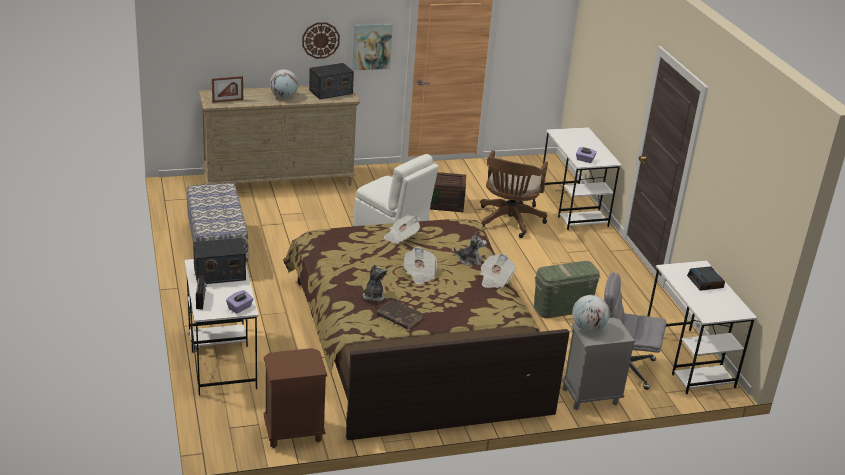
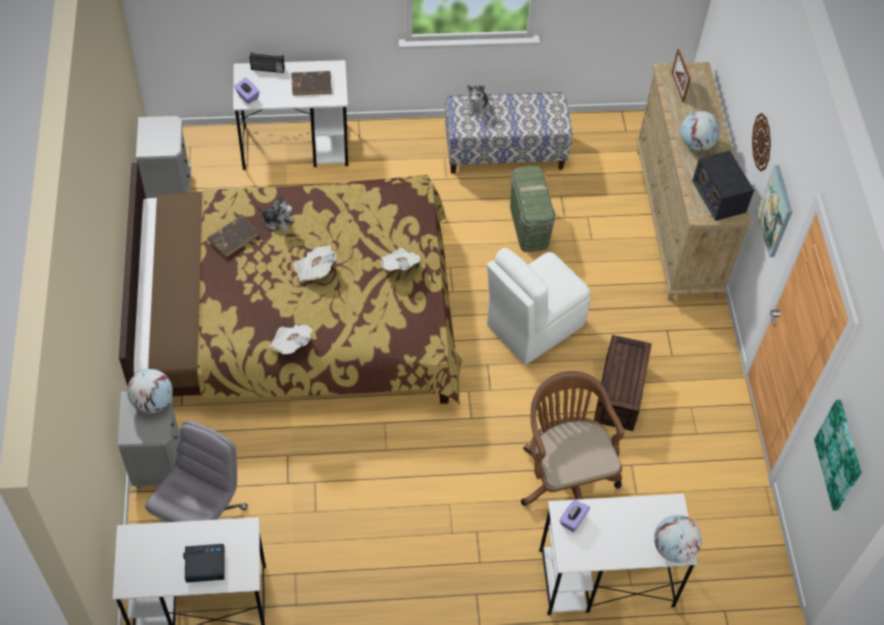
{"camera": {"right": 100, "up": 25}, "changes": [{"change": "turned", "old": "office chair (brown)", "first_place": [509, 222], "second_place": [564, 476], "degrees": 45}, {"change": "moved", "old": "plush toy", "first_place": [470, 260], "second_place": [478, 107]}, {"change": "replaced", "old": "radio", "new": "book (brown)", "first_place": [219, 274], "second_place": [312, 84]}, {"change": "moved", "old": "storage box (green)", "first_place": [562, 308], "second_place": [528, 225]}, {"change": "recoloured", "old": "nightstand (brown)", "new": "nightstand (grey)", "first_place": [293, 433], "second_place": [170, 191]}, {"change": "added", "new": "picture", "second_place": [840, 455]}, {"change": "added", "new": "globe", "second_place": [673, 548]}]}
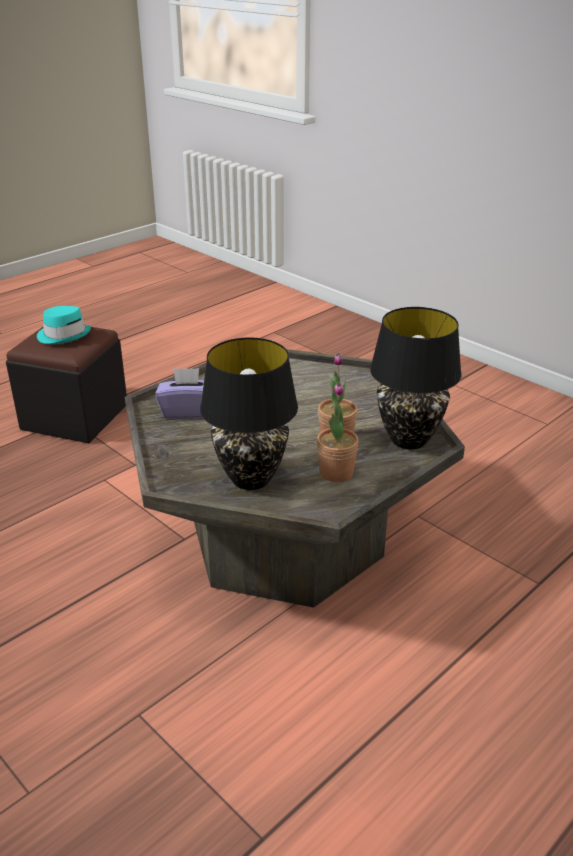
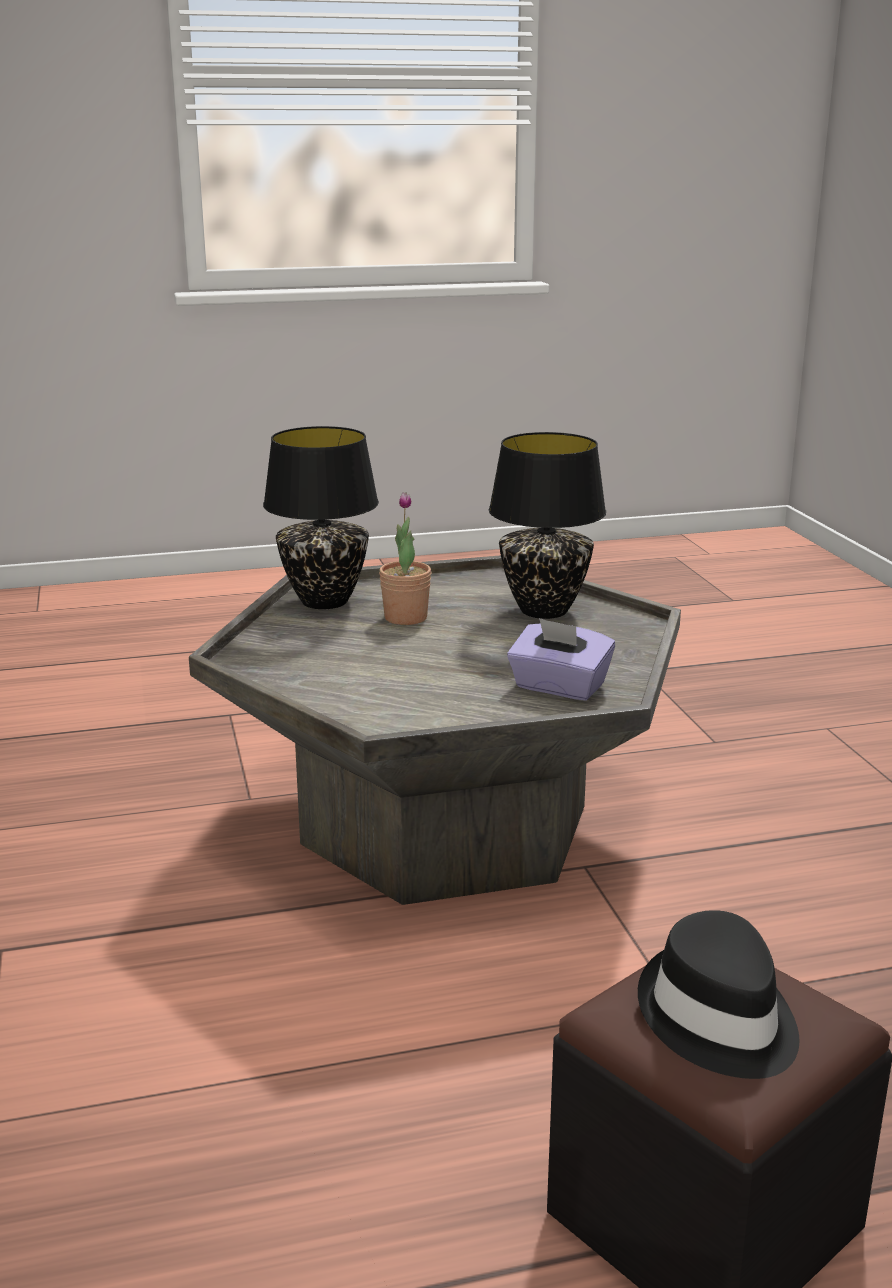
{"camera": {"right": -150, "up": -10}, "changes": [{"change": "recoloured", "old": "hat (turquoise)", "new": "hat (black)", "first_place": [64, 335], "second_place": [718, 1019]}, {"change": "removed", "old": "potted plant", "first_place": [336, 472]}]}
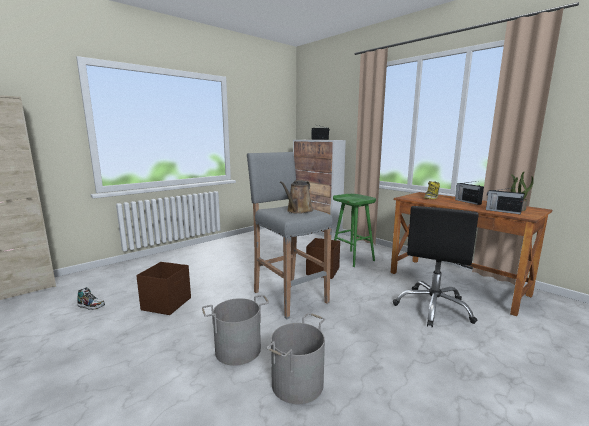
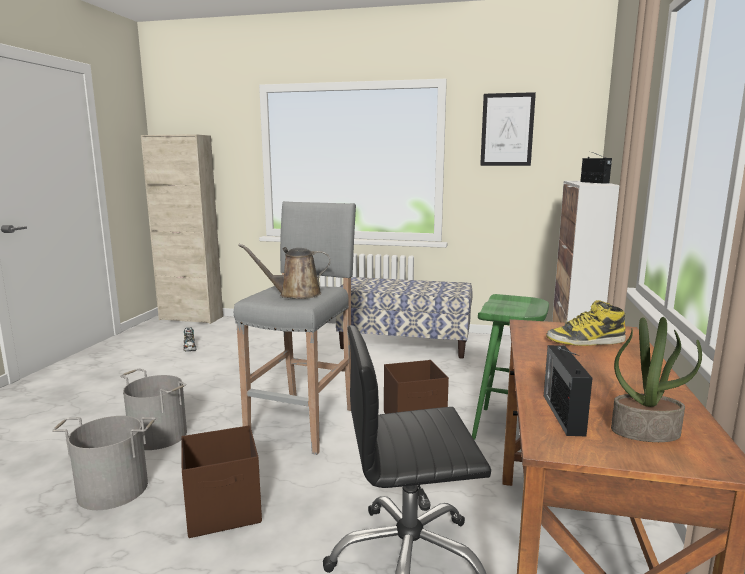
{"camera": {"right": 55, "up": 0}, "changes": [{"change": "removed", "old": "radio", "first_place": [467, 202]}, {"change": "moved", "old": "storage box (brown)", "first_place": [167, 304], "second_place": [224, 510]}, {"change": "added", "new": "picture", "second_place": [507, 130]}, {"change": "added", "new": "bench", "second_place": [404, 344]}]}
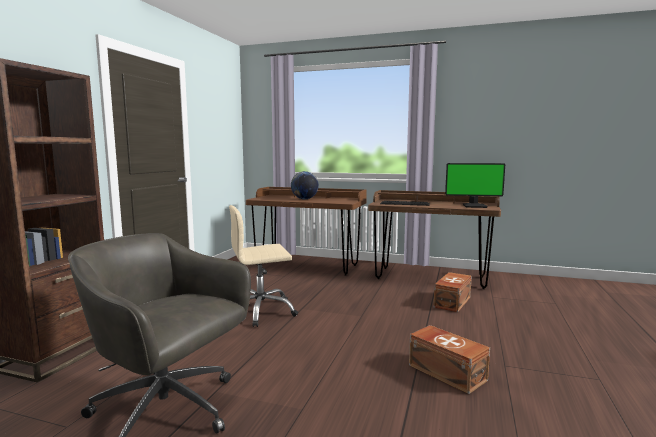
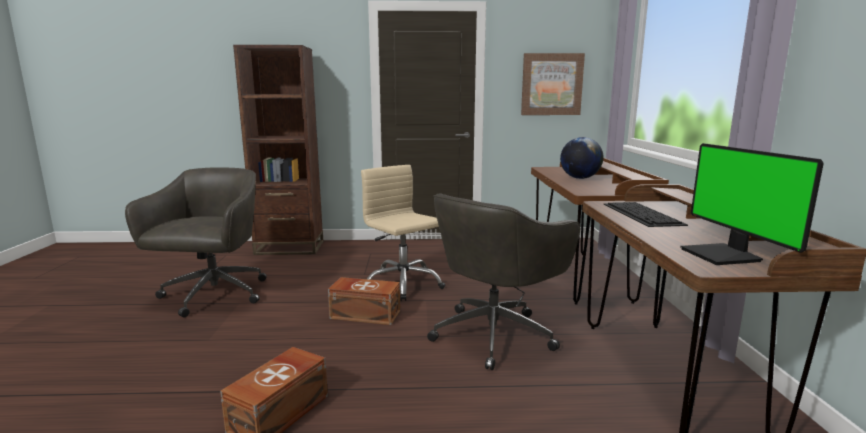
{"camera": {"right": 70, "up": 5}, "changes": [{"change": "moved", "old": "storage box (brown)", "first_place": [451, 302], "second_place": [364, 314]}, {"change": "added", "new": "picture", "second_place": [551, 84]}, {"change": "added", "new": "office chair (grey)", "second_place": [495, 334]}]}
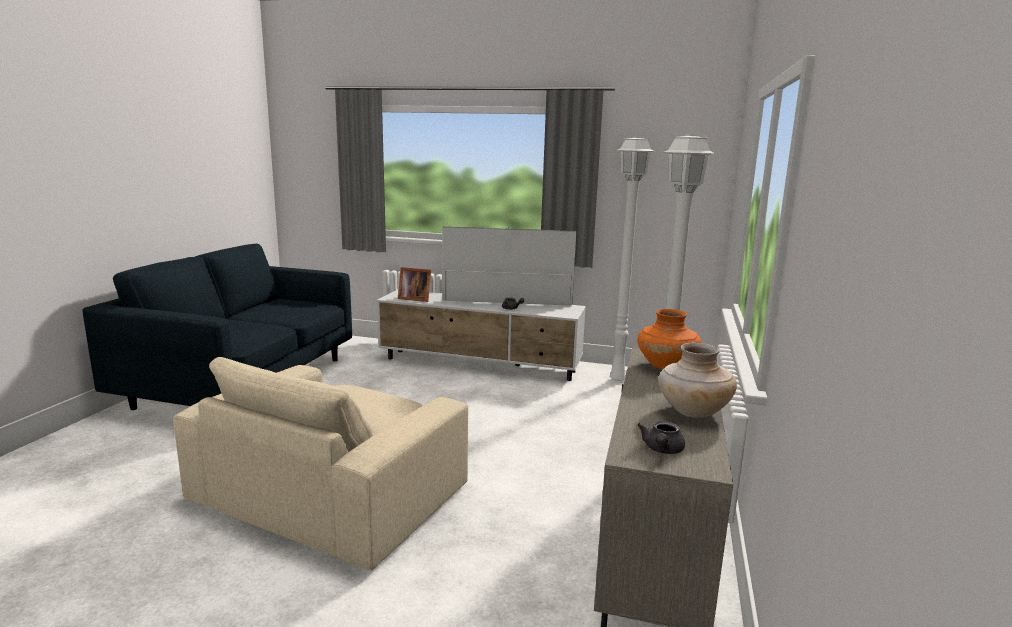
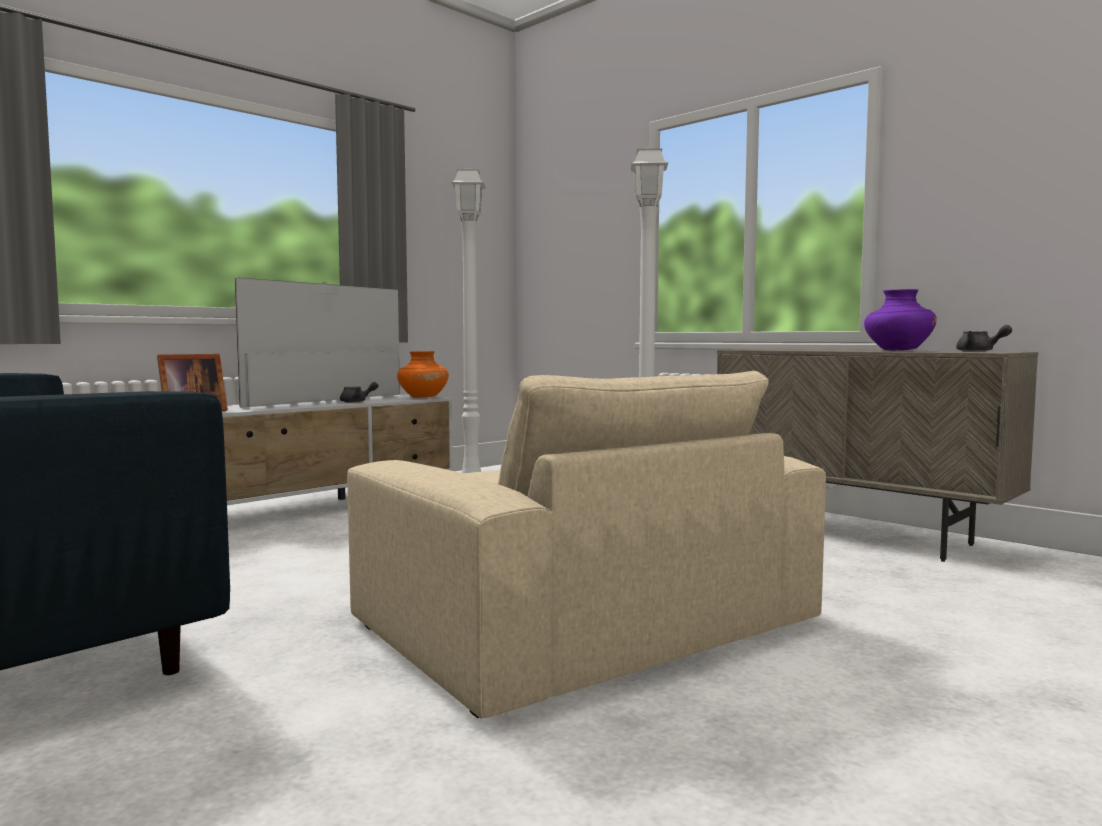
{"camera": {"right": -60, "up": -10}, "changes": [{"change": "moved", "old": "vase (orange)", "first_place": [666, 366], "second_place": [423, 397]}, {"change": "recoloured", "old": "vase (beige)", "new": "vase (purple)", "first_place": [692, 412], "second_place": [898, 350]}]}
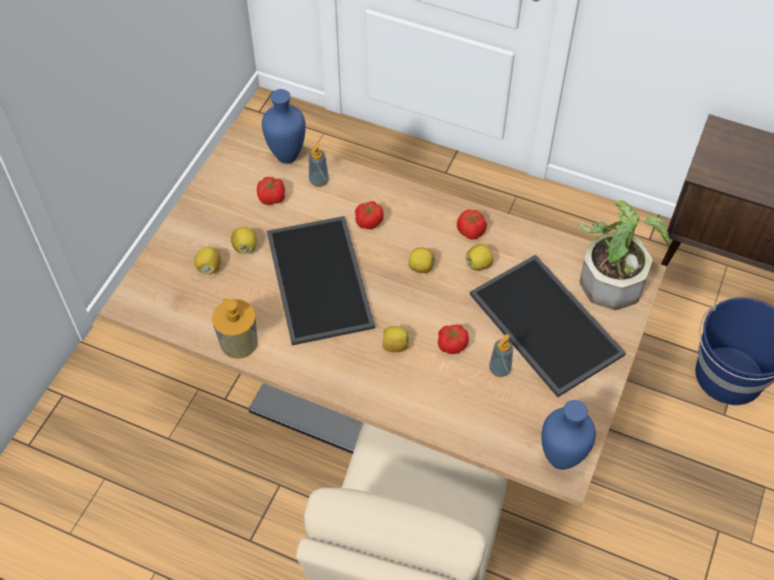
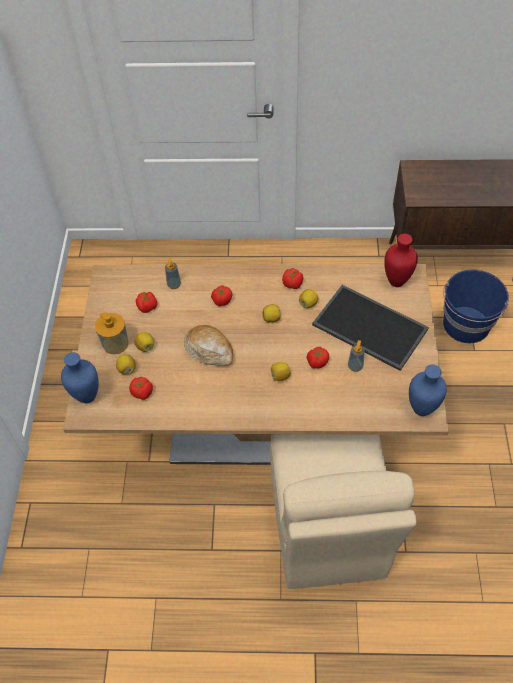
{"camera": {"right": -20, "up": 0}, "changes": [{"change": "moved", "old": "vase (blue)", "first_place": [288, 156], "second_place": [88, 396]}, {"change": "replaced", "old": "potted plant", "new": "vase (red)", "first_place": [613, 275], "second_place": [396, 281]}, {"change": "replaced", "old": "tray", "new": "bread", "first_place": [322, 280], "second_place": [209, 350]}, {"change": "moved", "old": "soap dispenser", "first_place": [239, 342], "second_place": [115, 343]}, {"change": "added", "new": "tomato", "second_place": [142, 393]}]}
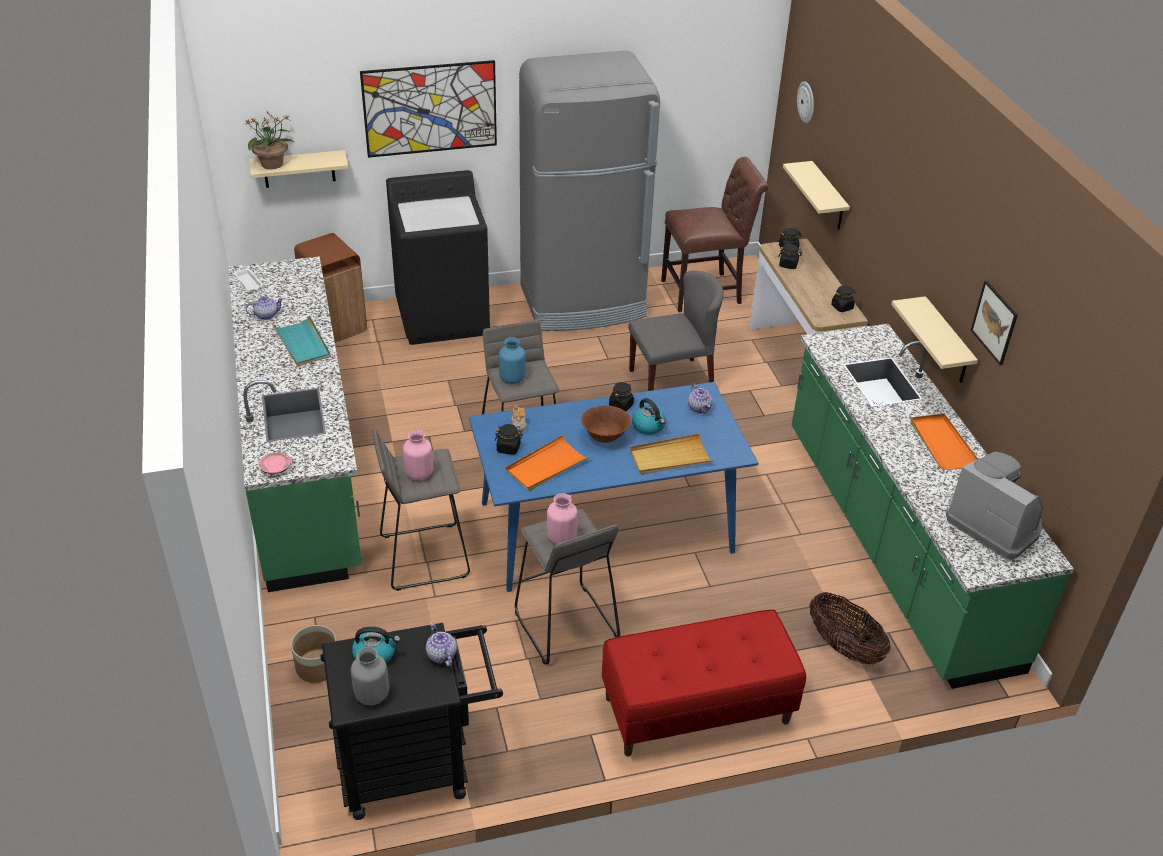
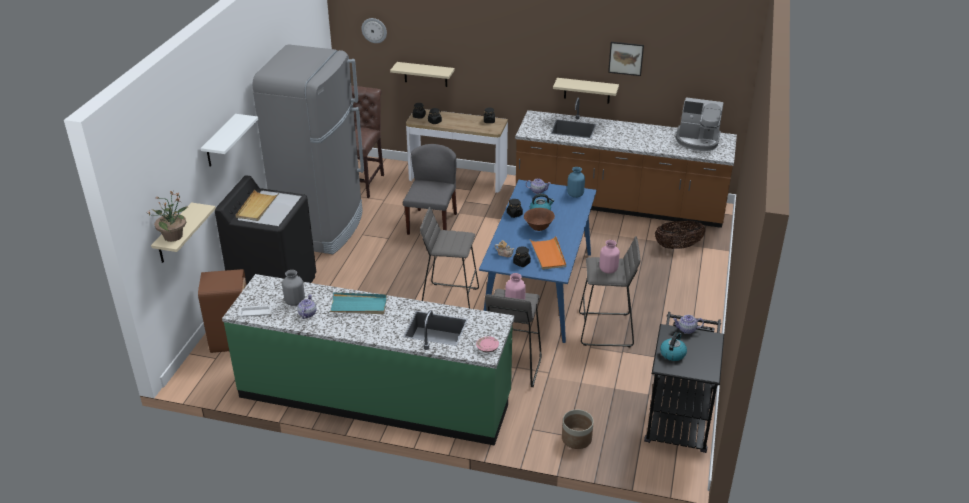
{"camera": {"right": -60, "up": -5}, "changes": [{"change": "replaced", "old": "picture", "new": "shelf (white)", "first_place": [430, 109], "second_place": [220, 141]}, {"change": "recoloured", "old": "counter (green)", "new": "counter (brown)", "first_place": [895, 544], "second_place": [619, 205]}, {"change": "moved", "old": "vase (blue)", "first_place": [512, 379], "second_place": [575, 195]}, {"change": "removed", "old": "tray (orange)", "first_place": [941, 443]}, {"change": "moved", "old": "tray (beige)", "first_place": [669, 457], "second_place": [257, 207]}, {"change": "turned", "old": "coffee machine", "first_place": [994, 524], "second_place": [697, 140], "degrees": -150}, {"change": "removed", "old": "bench (red)", "first_place": [696, 710]}, {"change": "moved", "old": "vase (grey)", "first_place": [371, 695], "second_place": [294, 302]}]}
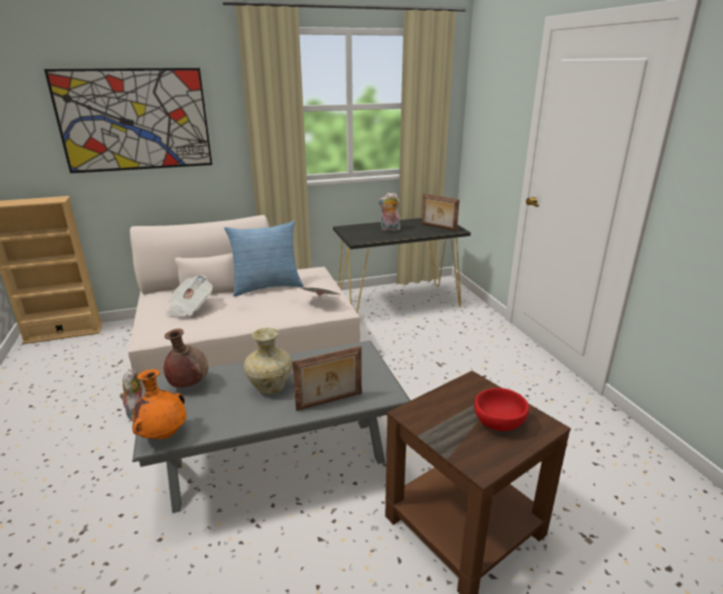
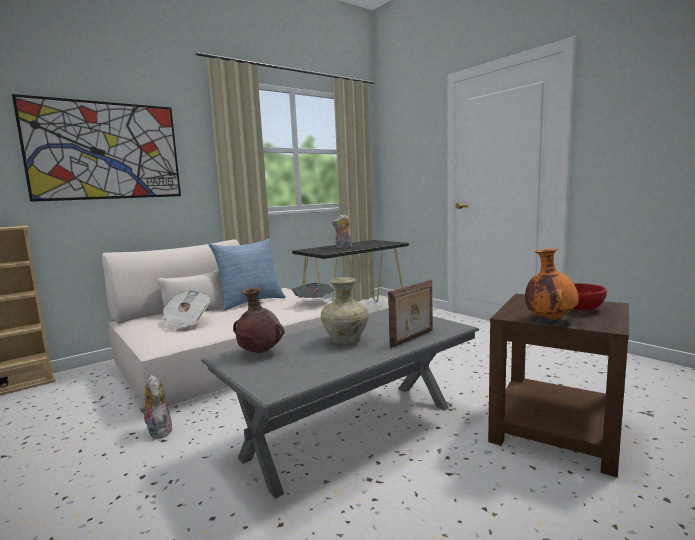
{"camera": {"right": -20, "up": -15}, "changes": [{"change": "removed", "old": "picture frame", "first_place": [438, 228]}, {"change": "moved", "old": "vase (orange)", "first_place": [164, 434], "second_place": [549, 319]}]}
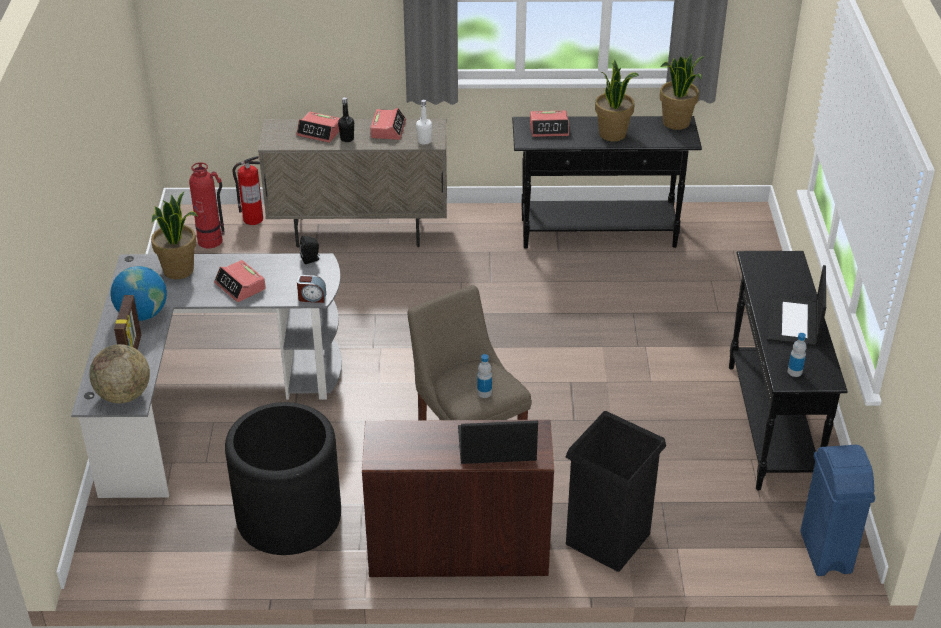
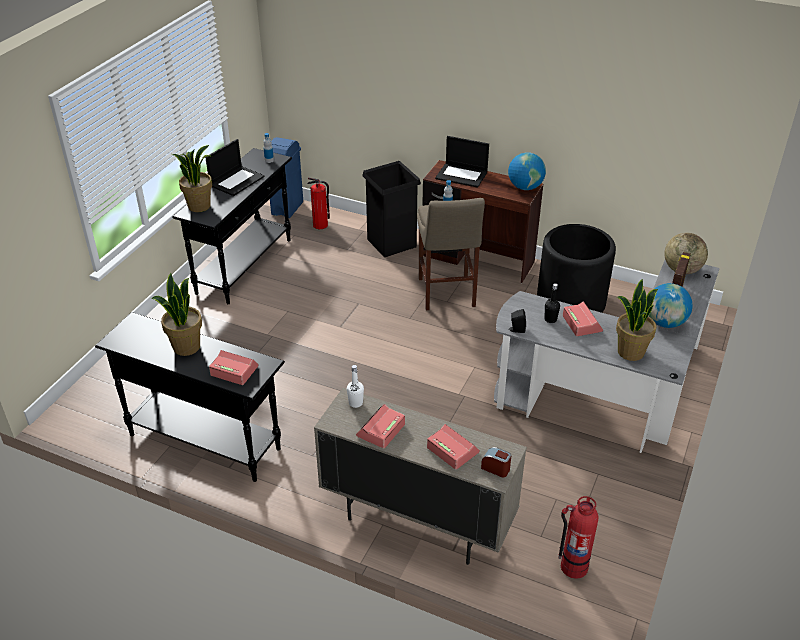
{"camera": {"right": -155, "up": 0}, "changes": [{"change": "moved", "old": "potted plant", "first_place": [676, 123], "second_place": [199, 206]}, {"change": "moved", "old": "bottle (black)", "first_place": [347, 139], "second_place": [550, 319]}, {"change": "moved", "old": "fire extinguisher", "first_place": [252, 219], "second_place": [320, 225]}, {"change": "moved", "old": "alarm clock", "first_place": [312, 297], "second_place": [496, 468]}, {"change": "added", "new": "globe", "second_place": [525, 187]}]}
